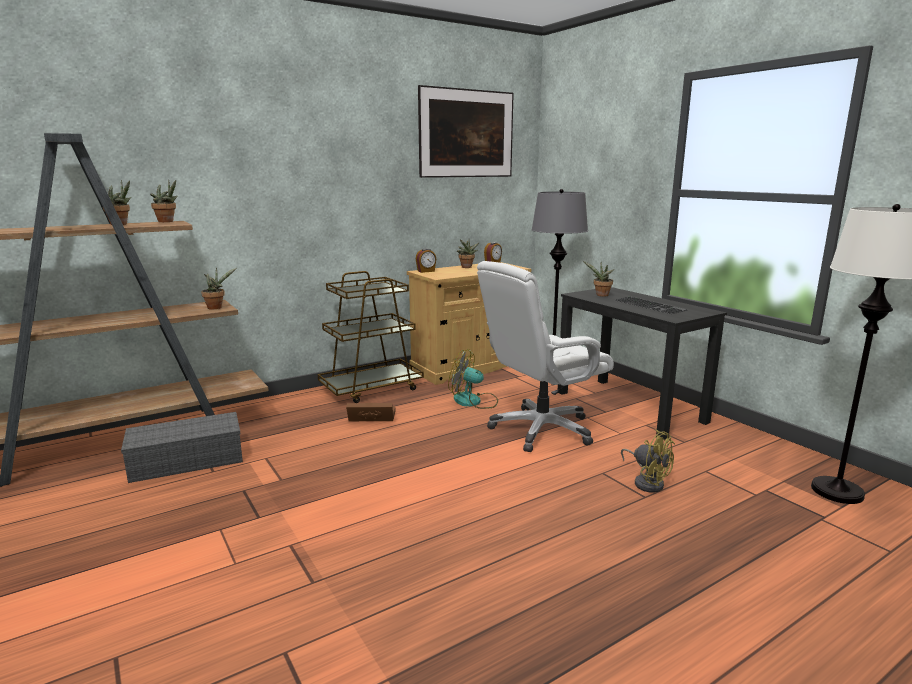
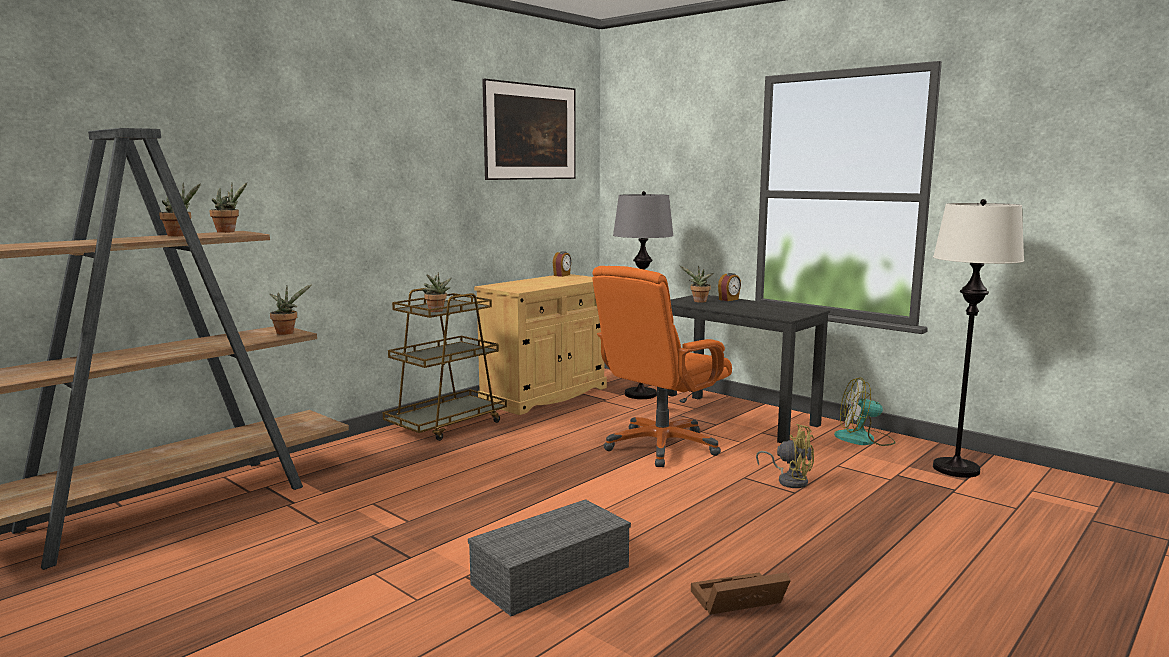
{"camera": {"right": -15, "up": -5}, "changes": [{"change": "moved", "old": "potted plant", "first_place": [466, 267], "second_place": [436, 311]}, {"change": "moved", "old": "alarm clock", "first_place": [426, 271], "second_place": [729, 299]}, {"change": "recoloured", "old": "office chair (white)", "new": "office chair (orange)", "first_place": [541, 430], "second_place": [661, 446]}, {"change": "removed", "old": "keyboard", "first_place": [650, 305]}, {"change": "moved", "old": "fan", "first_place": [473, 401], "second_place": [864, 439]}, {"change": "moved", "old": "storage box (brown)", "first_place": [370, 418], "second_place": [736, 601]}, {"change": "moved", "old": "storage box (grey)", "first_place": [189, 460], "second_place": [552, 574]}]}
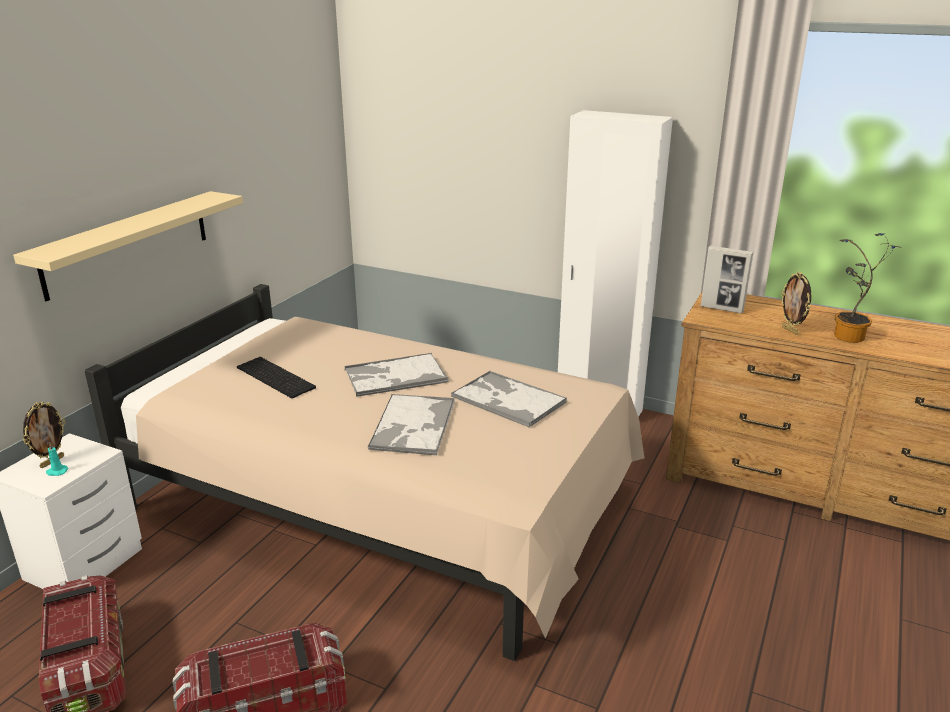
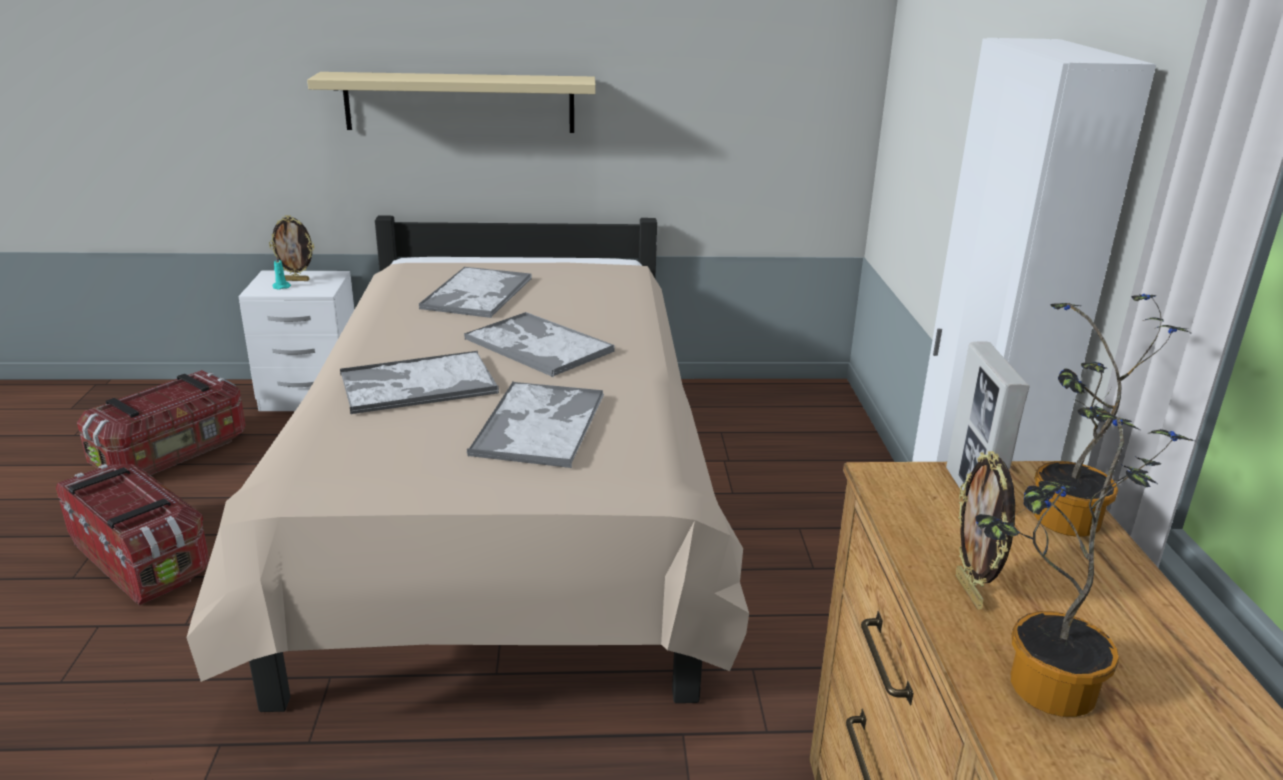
{"camera": {"right": 60, "up": 0}, "changes": [{"change": "turned", "old": "picture frame", "first_place": [790, 330], "second_place": [970, 592], "degrees": -45}, {"change": "replaced", "old": "keyboard", "new": "tray", "first_place": [277, 377], "second_place": [477, 294]}, {"change": "added", "new": "potted plant", "second_place": [1063, 524]}]}
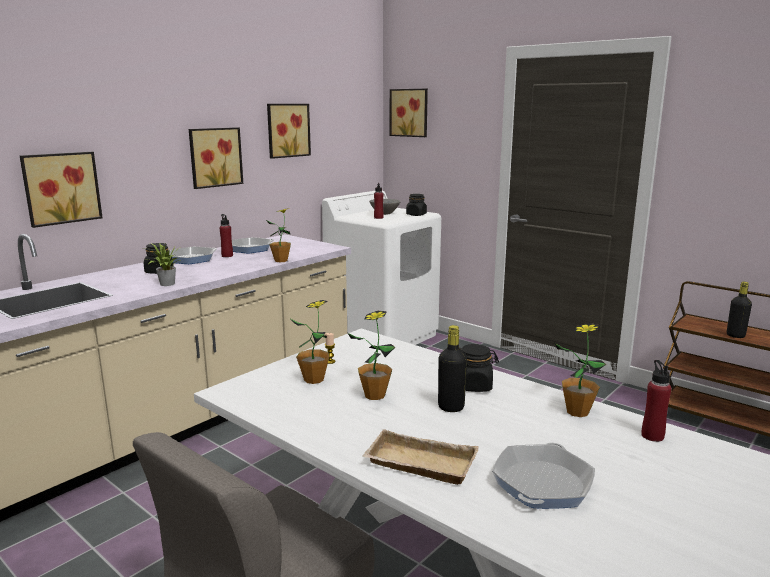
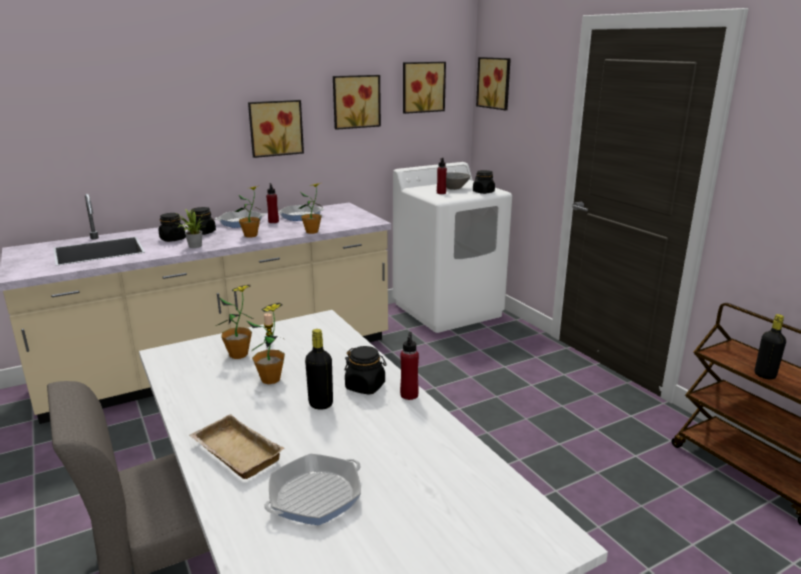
{"camera": {"right": 20, "up": 5}, "changes": [{"change": "moved", "old": "picture", "first_place": [61, 188], "second_place": [422, 87]}, {"change": "moved", "old": "potted plant", "first_place": [577, 412], "second_place": [251, 235]}, {"change": "moved", "old": "bottle (red)", "first_place": [652, 436], "second_place": [409, 395]}, {"change": "added", "new": "jar (black)", "second_place": [172, 239]}]}
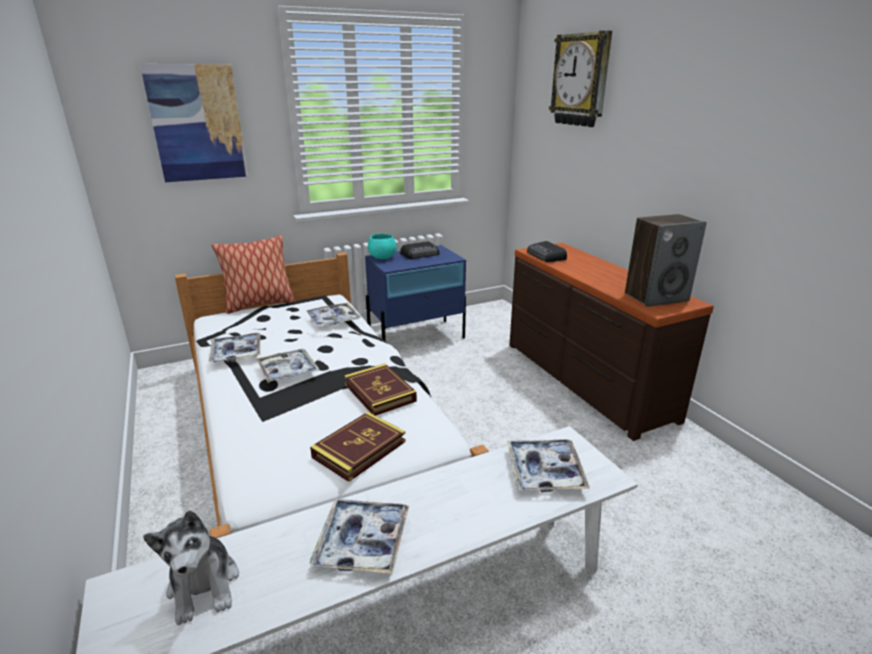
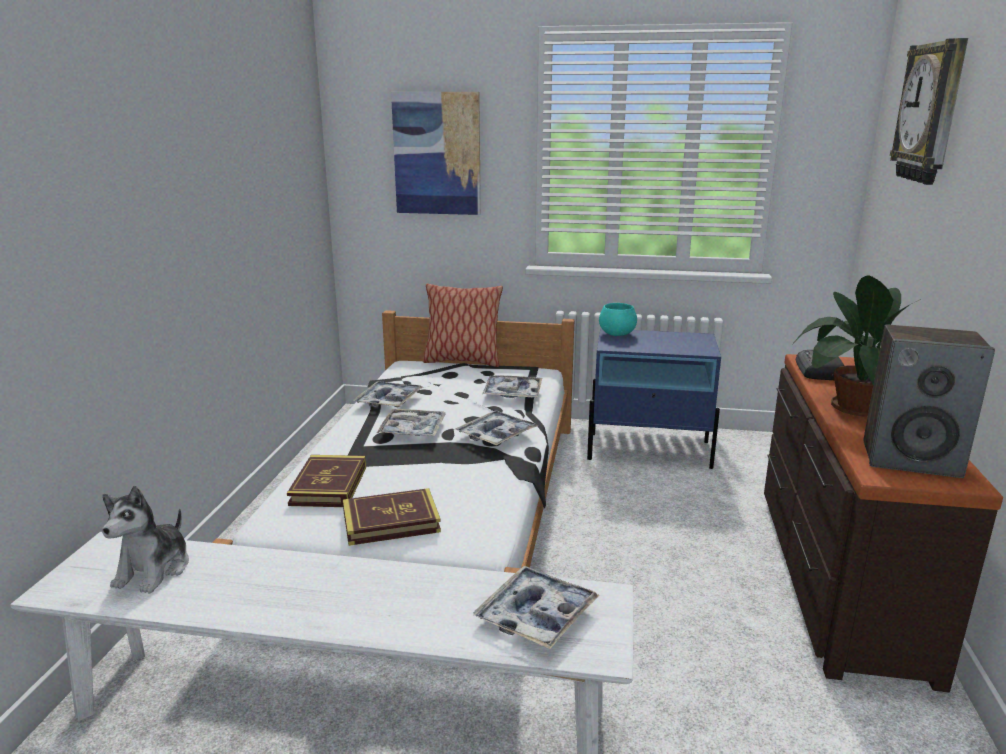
{"camera": {"right": 35, "up": -5}, "changes": [{"change": "removed", "old": "radio", "first_place": [420, 254]}, {"change": "moved", "old": "book", "first_place": [380, 393], "second_place": [329, 486]}, {"change": "moved", "old": "tray", "first_place": [362, 542], "second_place": [496, 435]}, {"change": "added", "new": "potted plant", "second_place": [853, 407]}]}
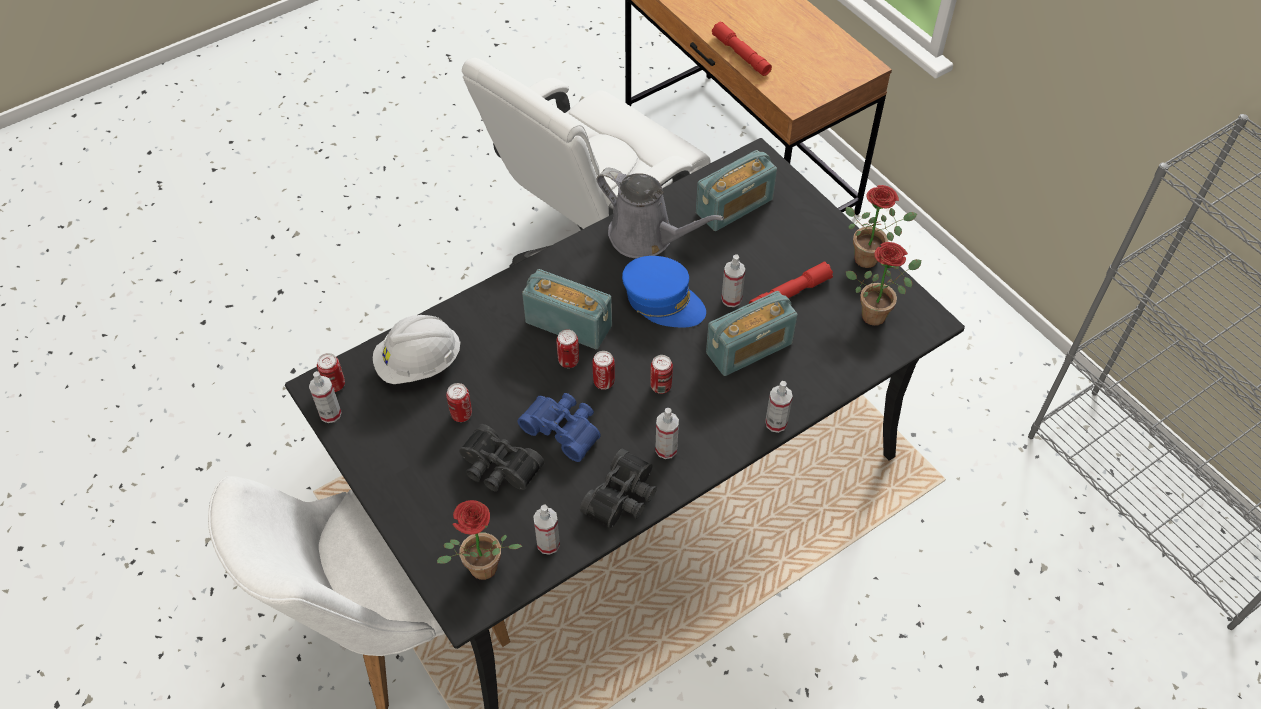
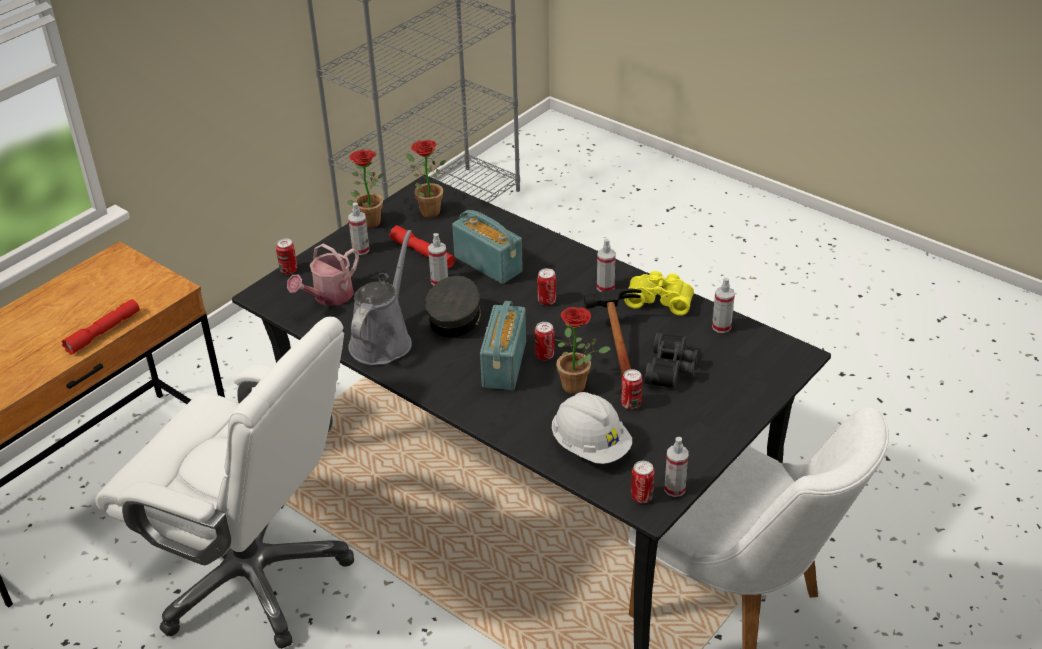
{"camera": {"right": -105, "up": -15}, "changes": [{"change": "replaced", "old": "radio", "new": "watering can", "first_place": [734, 206], "second_place": [329, 297]}, {"change": "recoloured", "old": "cap (blue)", "new": "cap (grey)", "first_place": [663, 301], "second_place": [456, 316]}, {"change": "moved", "old": "can", "first_place": [604, 382], "second_place": [288, 270]}, {"change": "moved", "old": "spray bottle", "first_place": [776, 423], "second_place": [361, 250]}, {"change": "replaced", "old": "binoculars (blue)", "new": "hammer", "first_place": [564, 429], "second_place": [614, 342]}, {"change": "recoloured", "old": "binoculars (black)", "new": "binoculars (yellow)", "first_place": [624, 497], "second_place": [660, 299]}, {"change": "moved", "old": "potted plant", "first_place": [480, 572], "second_place": [579, 386]}]}
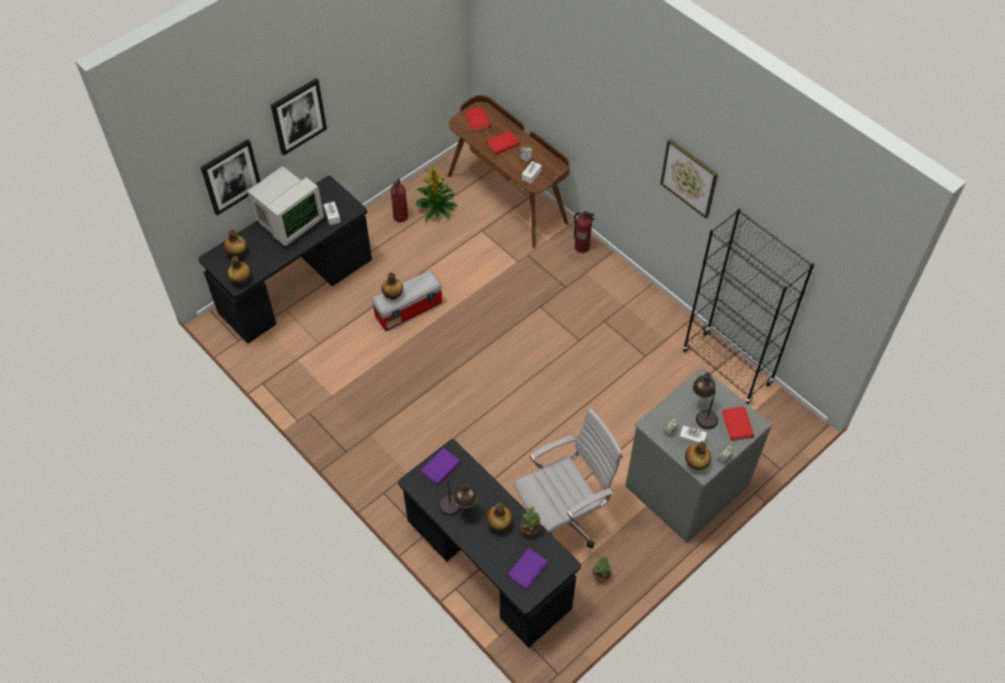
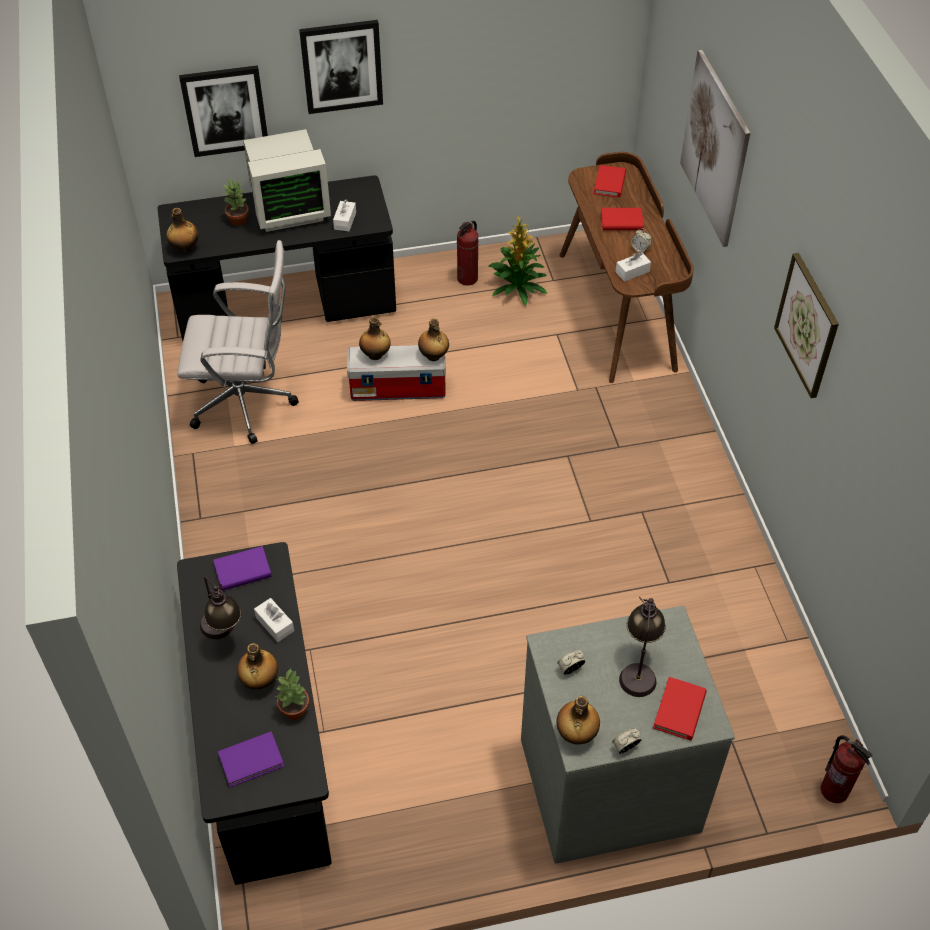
{"camera": {"right": 30, "up": -5}, "changes": [{"change": "removed", "old": "bookcase (black)", "first_place": [727, 367]}, {"change": "moved", "old": "fire extinguisher", "first_place": [582, 247], "second_place": [835, 790]}, {"change": "moved", "old": "bottle", "first_place": [237, 254], "second_place": [433, 356]}, {"change": "moved", "old": "office chair (white)", "first_place": [563, 518], "second_place": [248, 404]}, {"change": "moved", "old": "tissue box (white)", "first_place": [692, 439], "second_place": [275, 624]}, {"change": "moved", "old": "potted plant", "first_place": [601, 575], "second_place": [238, 220]}, {"change": "added", "new": "picture", "second_place": [715, 148]}]}
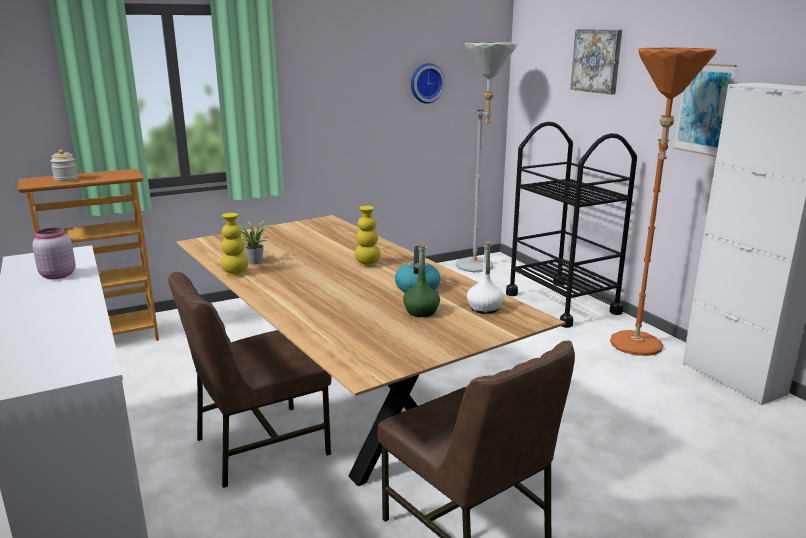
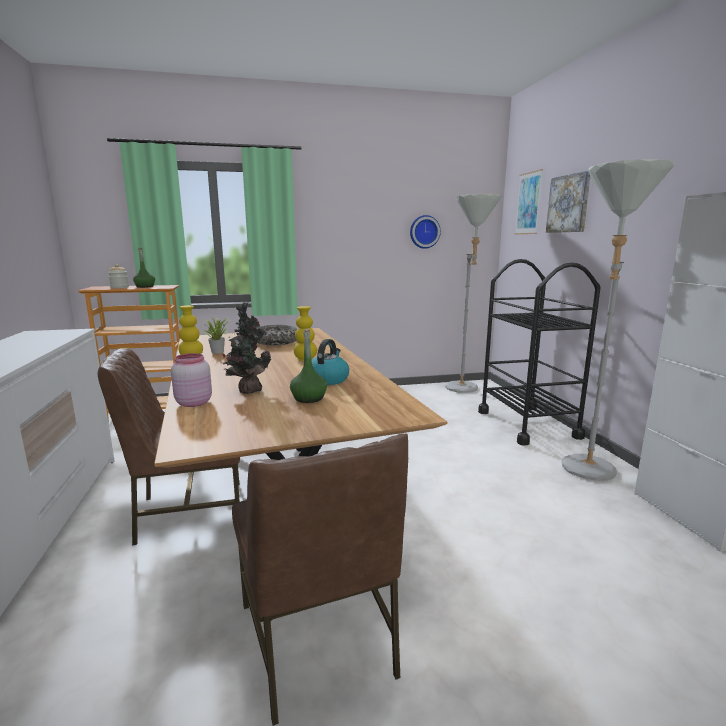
{"camera": {"right": 15, "up": -5}, "changes": [{"change": "recoloured", "old": "floor lamp (orange)", "new": "floor lamp (grey)", "first_place": [635, 349], "second_place": [586, 473]}, {"change": "moved", "old": "picture", "first_place": [703, 109], "second_place": [528, 203]}, {"change": "moved", "old": "jar (pink)", "first_place": [57, 275], "second_place": [192, 403]}, {"change": "removed", "old": "bottle (white)", "first_place": [484, 308]}, {"change": "added", "new": "bottle (green)", "second_place": [145, 286]}, {"change": "added", "new": "potted plant", "second_place": [248, 390]}, {"change": "added", "new": "bowl", "second_place": [276, 342]}]}
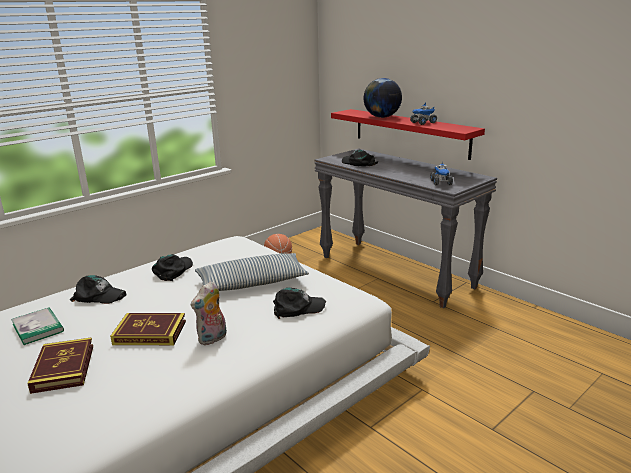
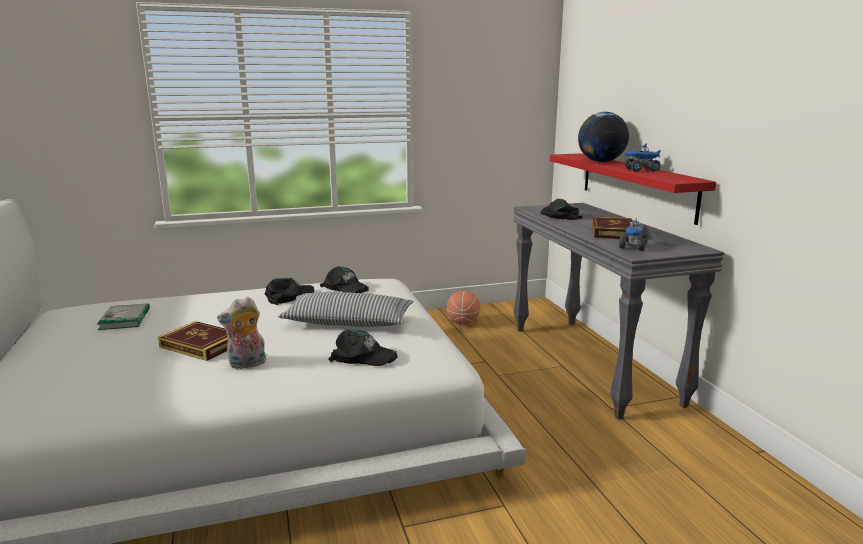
{"camera": {"right": 25, "up": -5}, "changes": [{"change": "moved", "old": "cap (black)", "first_place": [99, 296], "second_place": [345, 287]}, {"change": "moved", "old": "book", "first_place": [63, 368], "second_place": [612, 232]}]}
